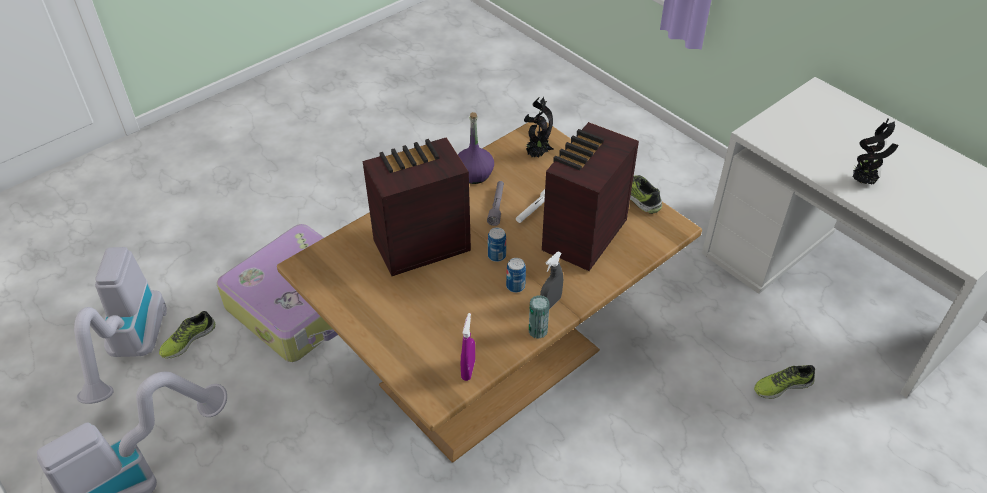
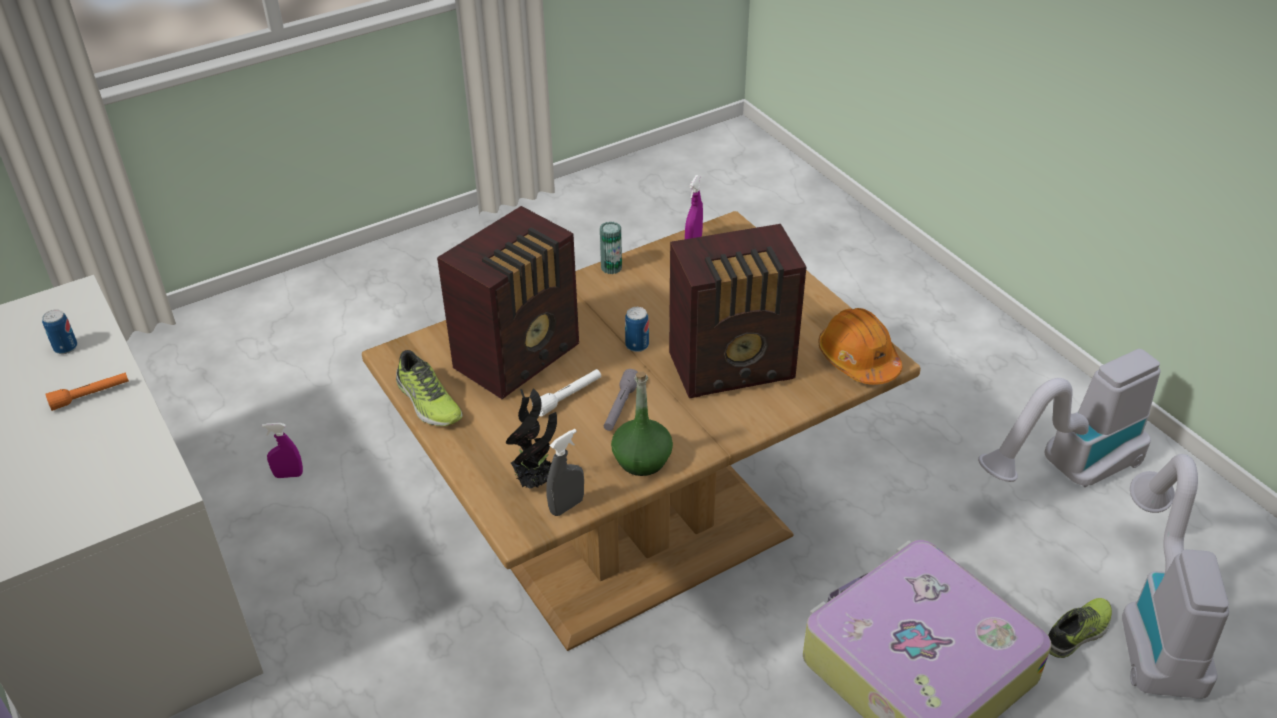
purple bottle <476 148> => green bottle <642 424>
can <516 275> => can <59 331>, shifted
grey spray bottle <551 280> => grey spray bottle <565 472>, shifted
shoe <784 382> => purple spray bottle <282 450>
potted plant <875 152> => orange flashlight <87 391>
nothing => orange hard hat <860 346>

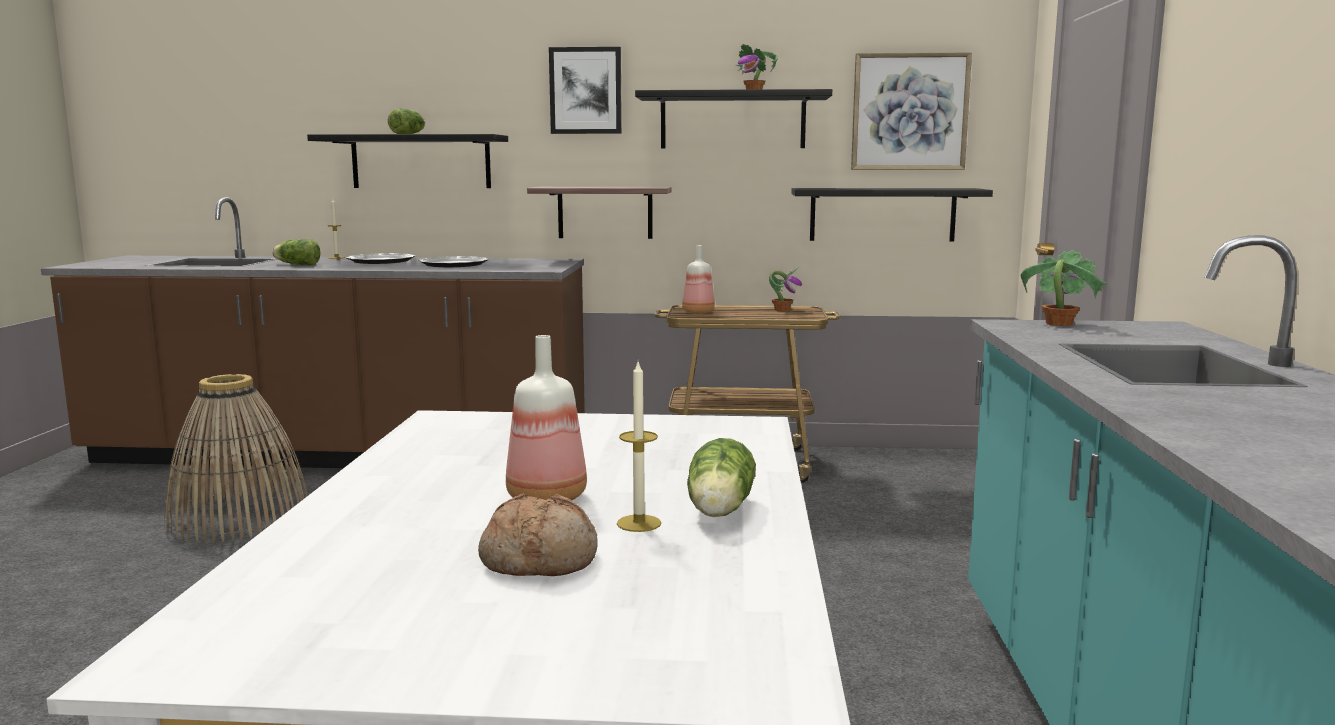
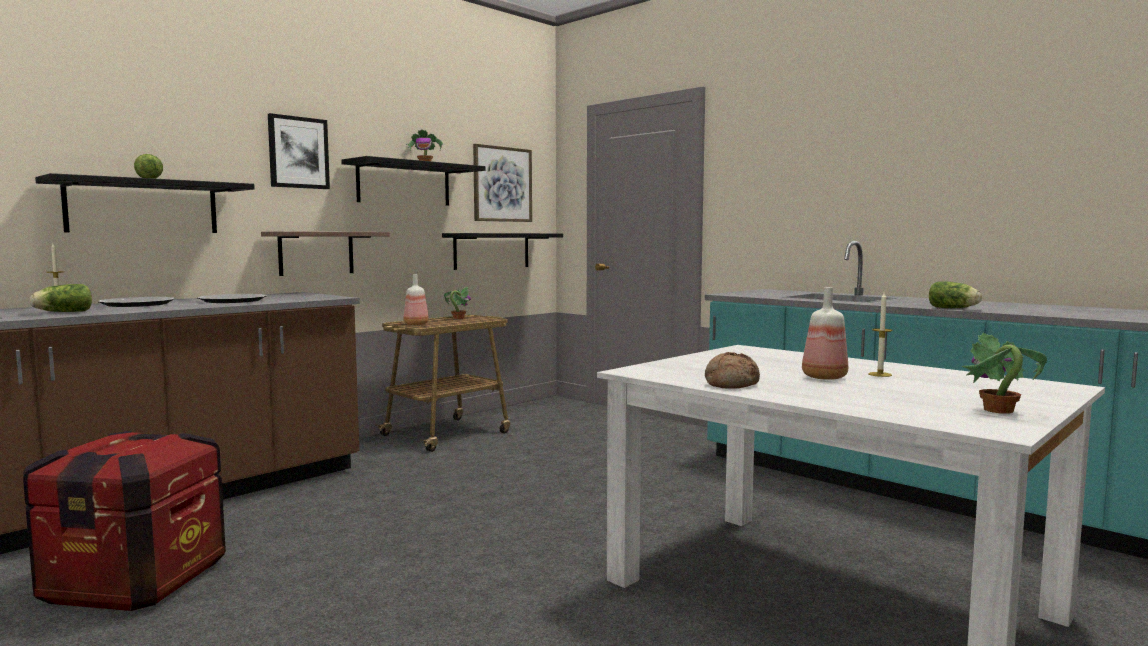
basket <236 458> => crate <124 521>
bread <538 534> => bread <732 370>, shifted
lettuce <721 477> => lettuce <955 294>, shifted
potted plant <1064 288> => potted plant <1004 373>, shifted

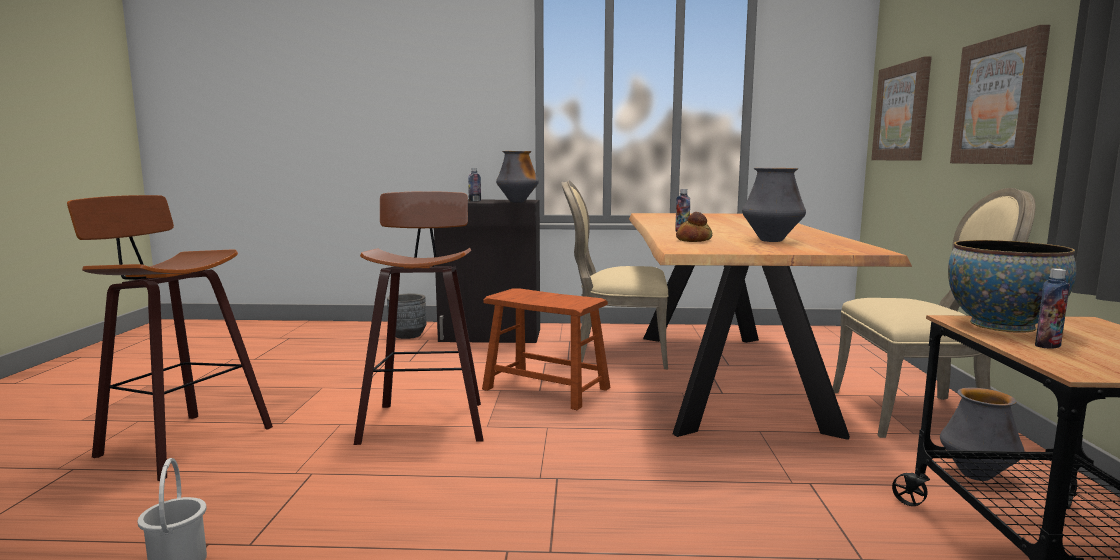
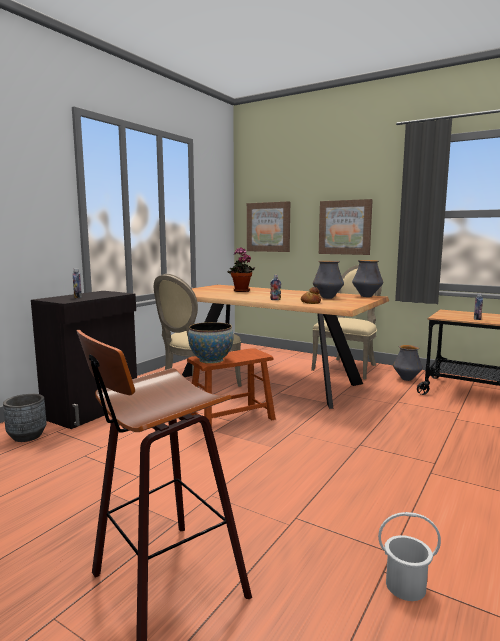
stool <419 318> => nothing
vase <517 177> => vase <367 278>, shifted
bowl <1012 286> => bowl <211 343>, shifted
nothing => potted plant <241 270>

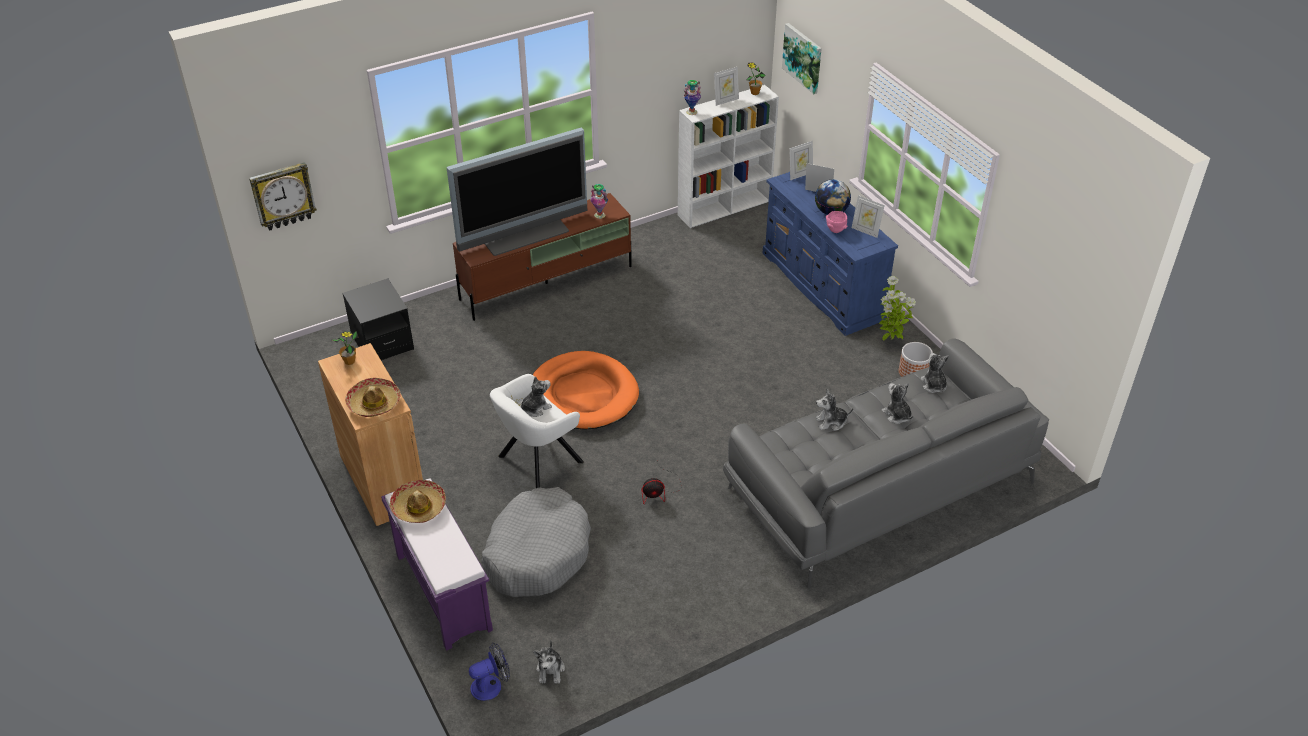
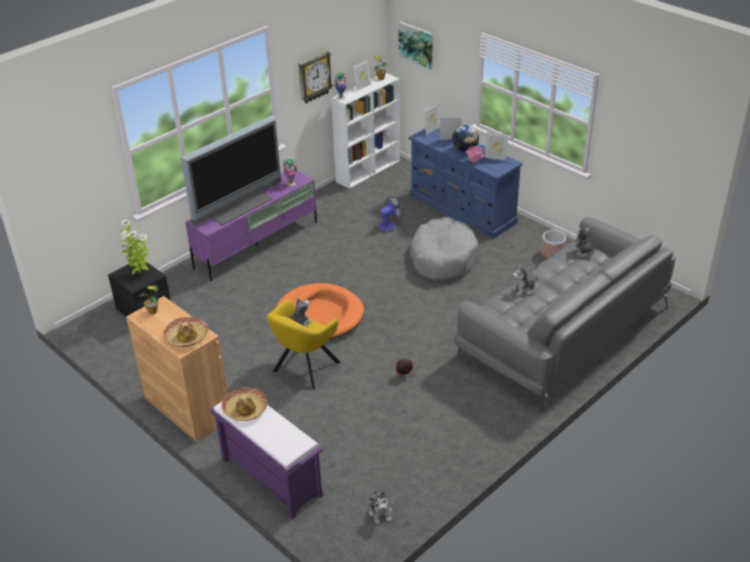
wall clock <283 196> => wall clock <316 77>, shifted
brown tv stand <542 257> => purple tv stand <251 226>
fan <489 671> => fan <390 214>, shifted
grey dog bed <536 542> => grey dog bed <444 249>, shifted
white armchair <537 431> => yellow armchair <303 345>
potted plant <897 308> => potted plant <134 247>, shifted
plush toy <897 403> => nothing

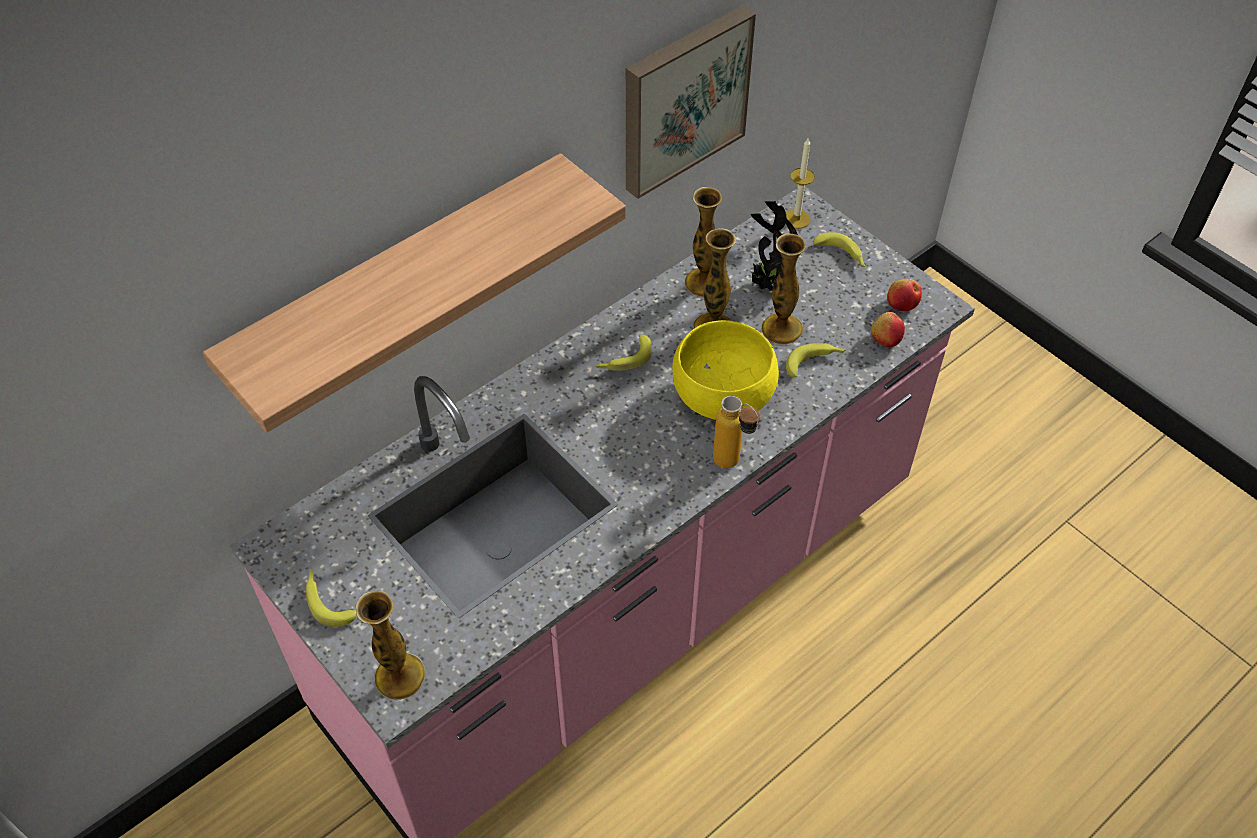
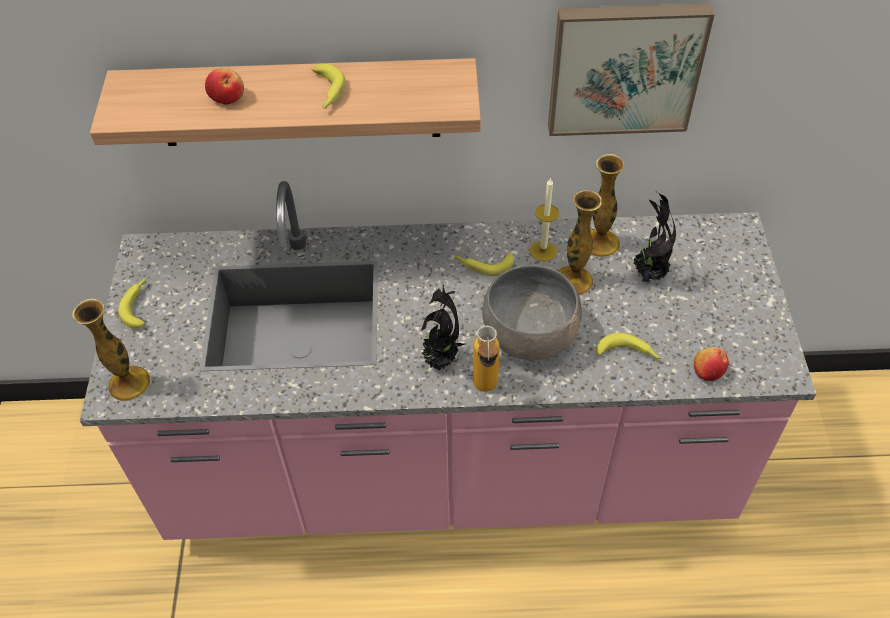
yellow bowl <725 370> => grey bowl <532 313>
vase <783 289> => nothing
candle <800 183> => candle <544 219>, shifted
banana <839 249> => banana <328 86>, shifted
apple <904 295> => apple <224 86>, shifted
nothing => potted plant <443 327>

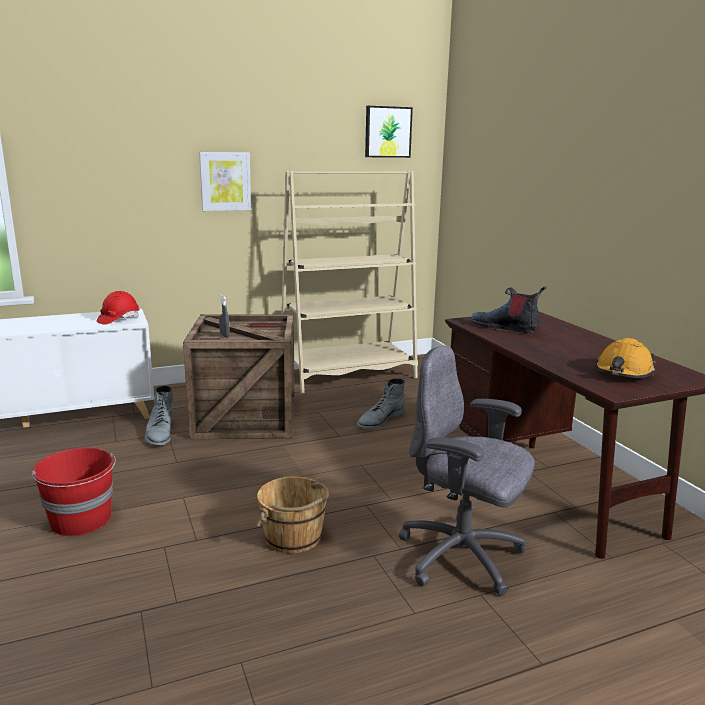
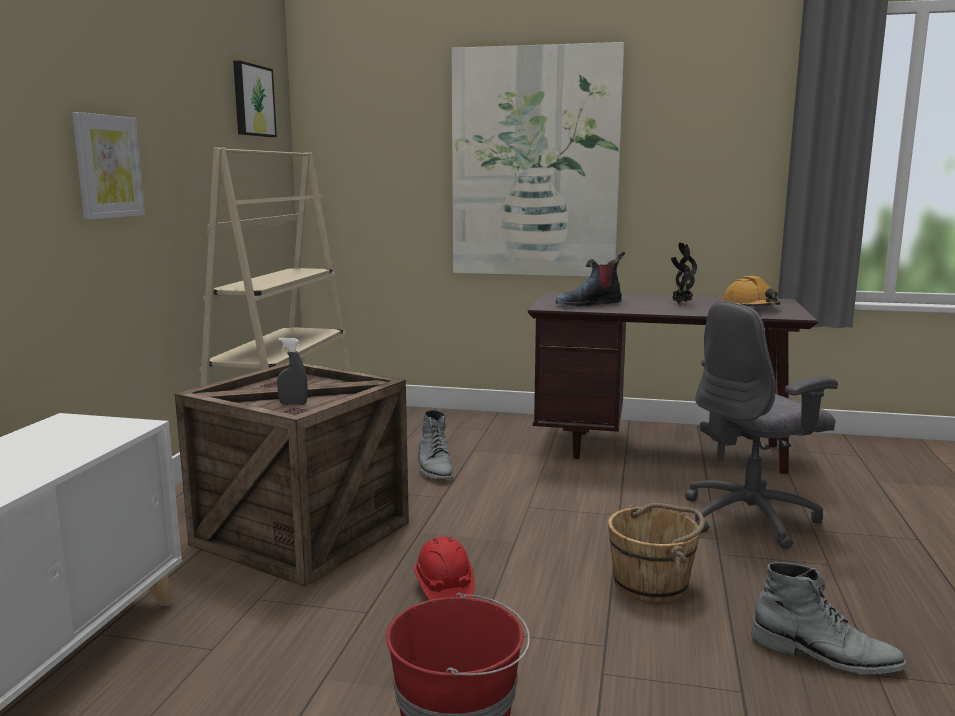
red hard hat <118 308> => red hard hat <444 568>, shifted
grey boot <159 415> => grey boot <829 618>, shifted
nothing => picture <538 159>
nothing => potted plant <684 273>

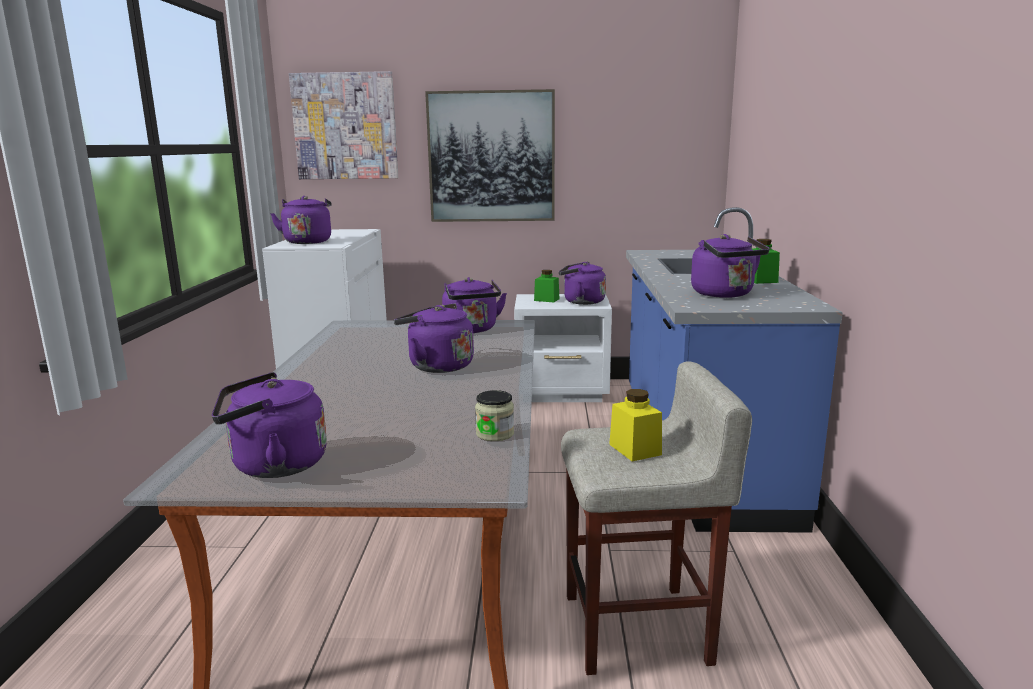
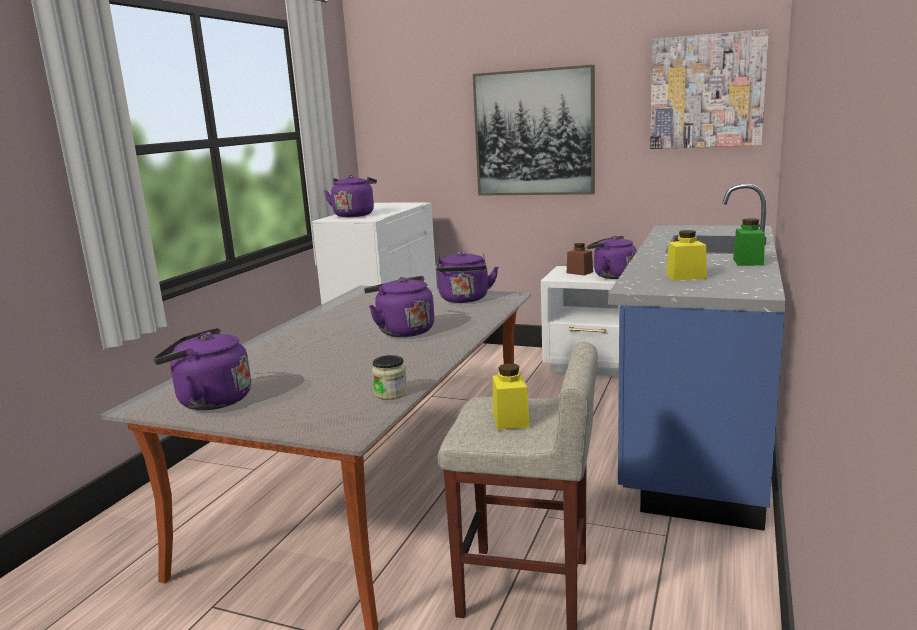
picture <343 125> => picture <709 89>, shifted
green jar <547 286> => brown jar <580 259>
purple kettle <730 266> => yellow jar <686 255>

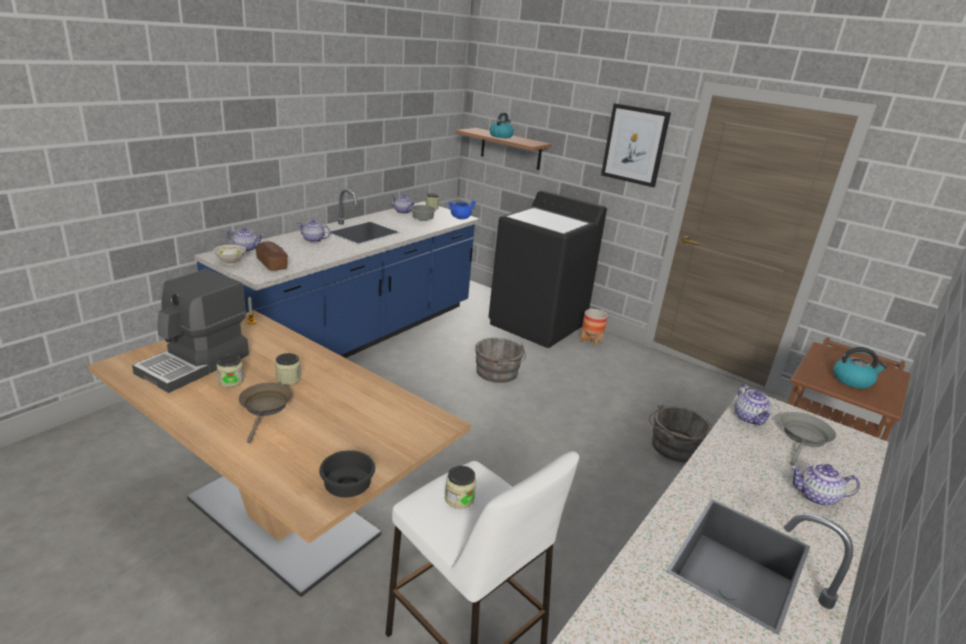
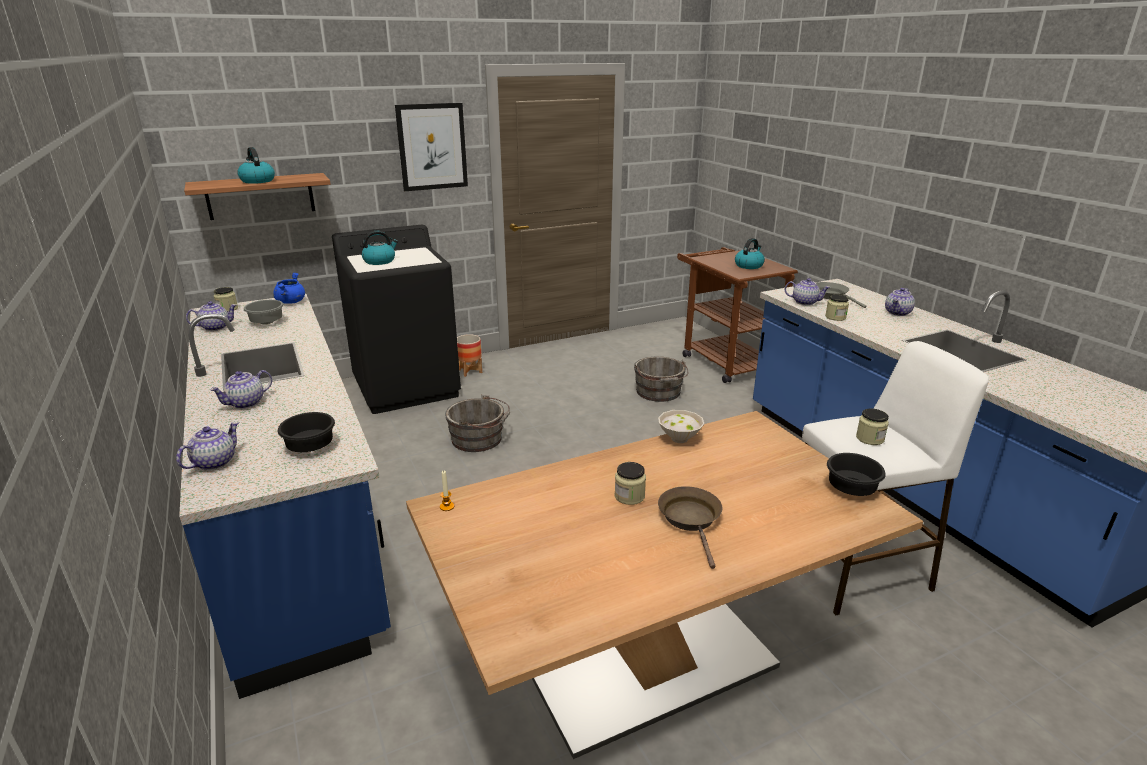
coffee machine <190 331> => nothing
white bowl <229 254> => white bowl <681 426>, shifted
jar <230 370> => jar <837 307>, shifted
brown frying pan <265 413> => brown frying pan <690 527>, 60 degrees clockwise
bread <271 256> => black bowl <306 432>
nothing => kettle <380 248>

